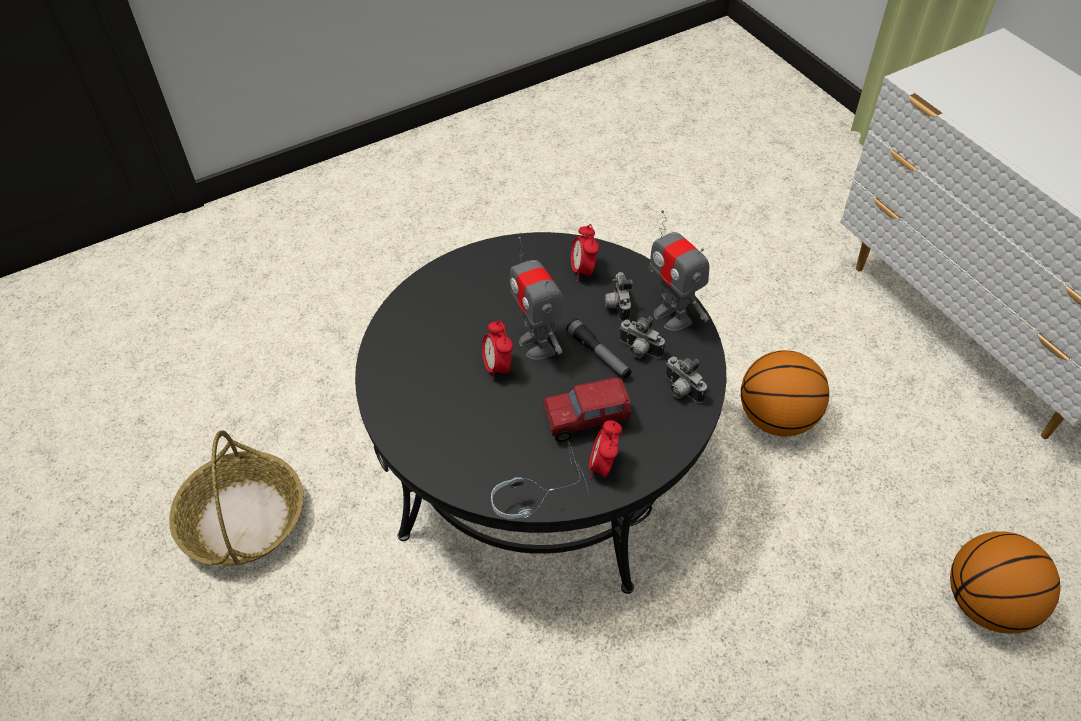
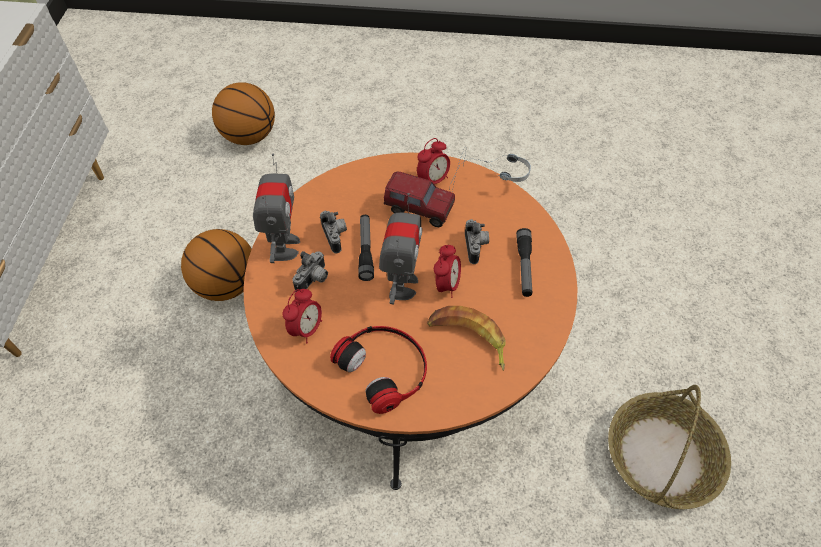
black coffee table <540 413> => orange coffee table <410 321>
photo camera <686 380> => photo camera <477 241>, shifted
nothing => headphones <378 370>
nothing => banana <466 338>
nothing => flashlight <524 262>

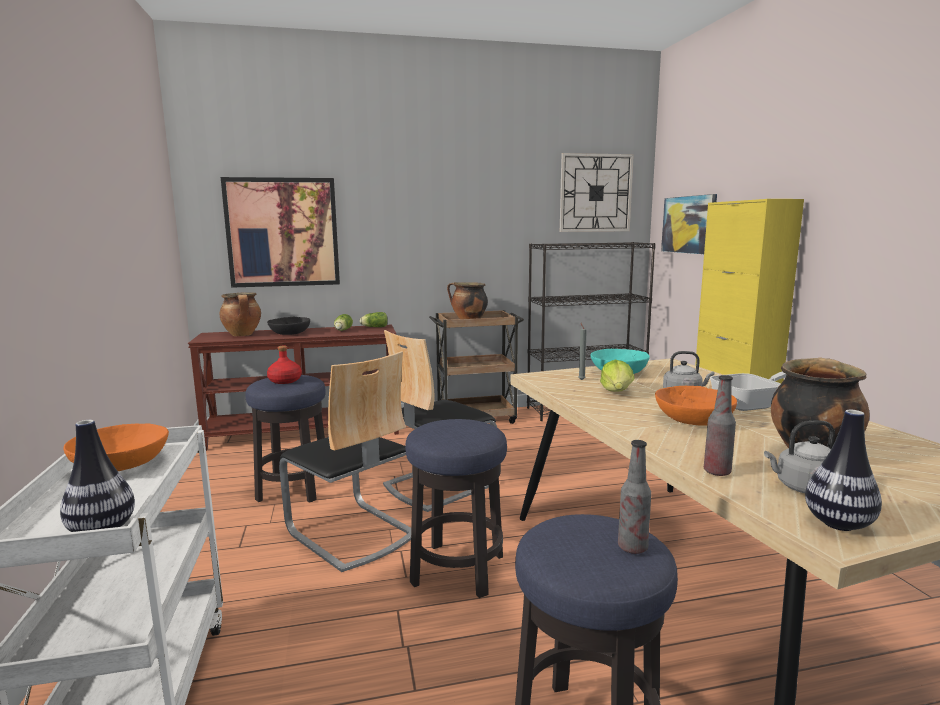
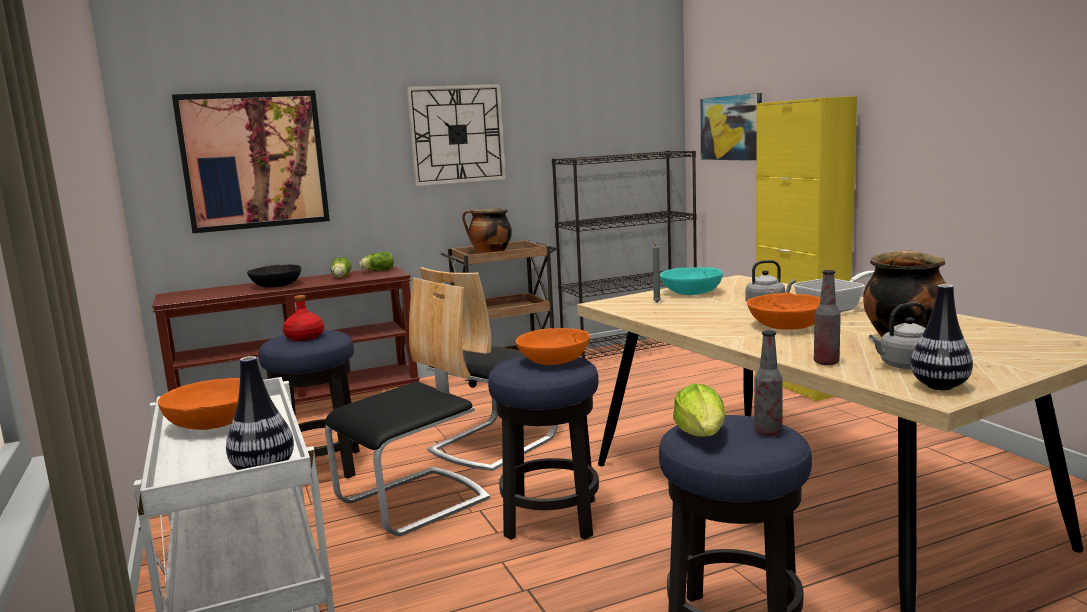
cooking pot <240 314> => nothing
chair <345 461> => chair <407 407>, 75 degrees counterclockwise
wall clock <597 192> => wall clock <456 135>, shifted
lettuce <617 376> => lettuce <699 410>, shifted
nothing => orange bowl <553 346>

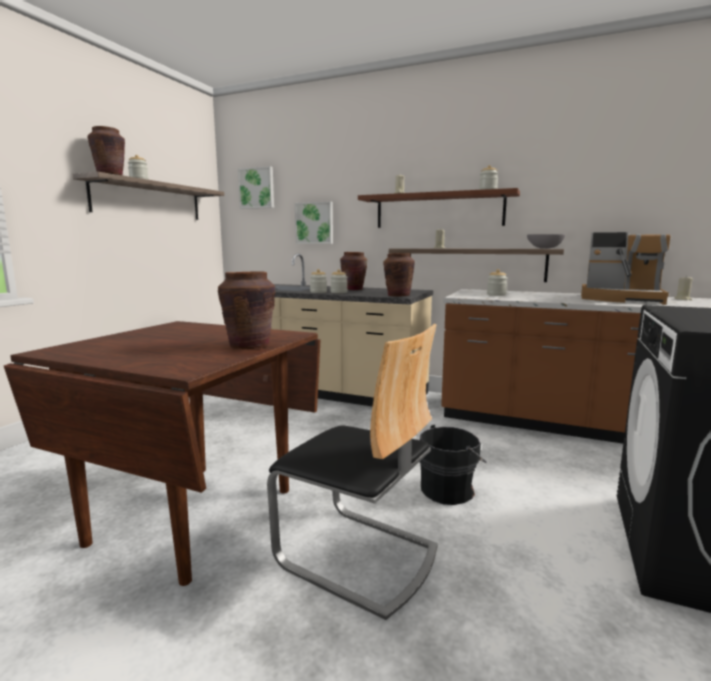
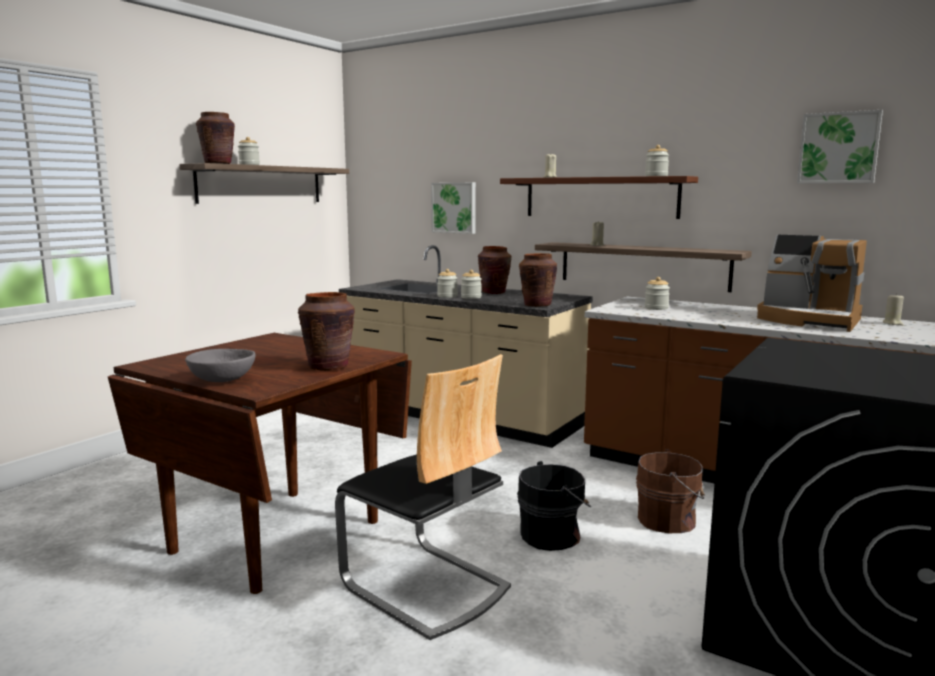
picture <256 187> => picture <840 147>, shifted
grey bowl <546 241> => grey bowl <220 365>, shifted
nothing => brown bucket <670 491>

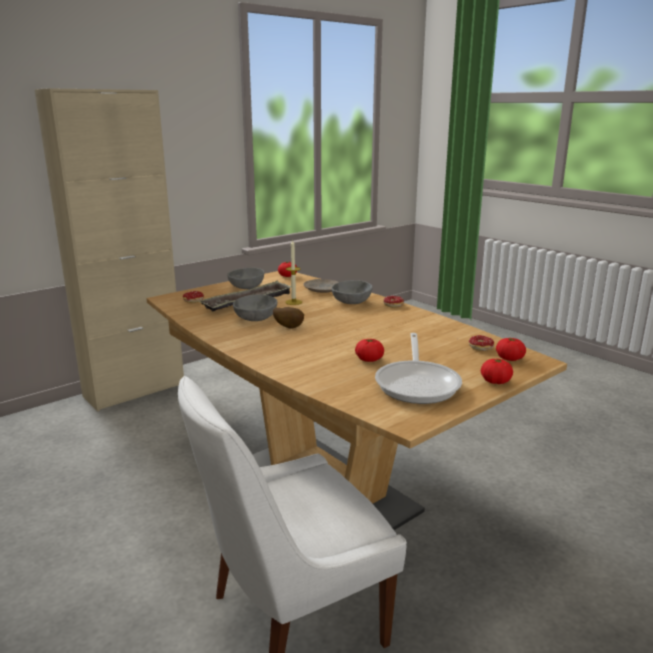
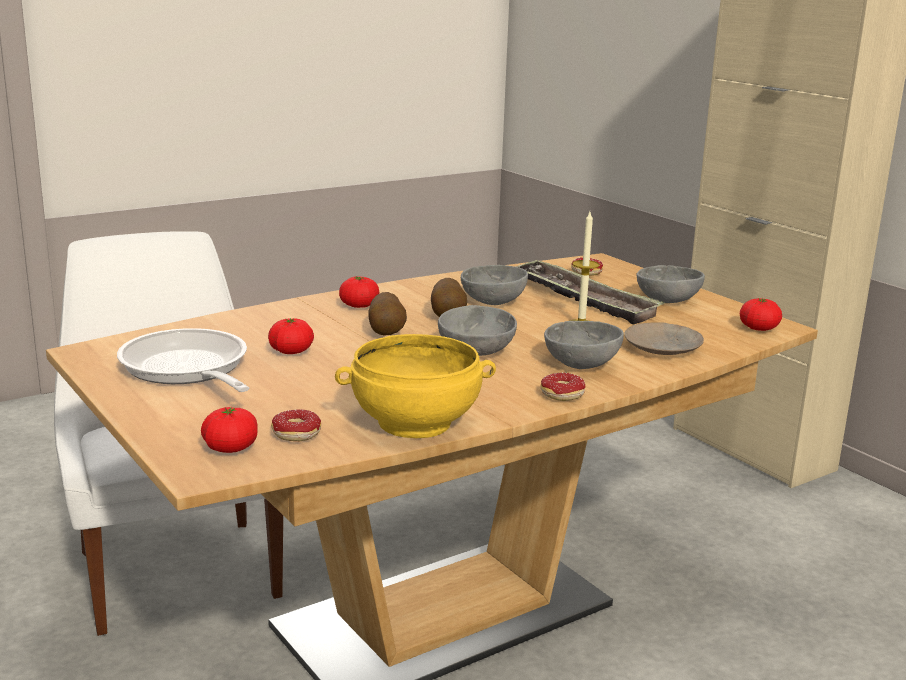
frying pan <418 368> => frying pan <183 360>, 45 degrees clockwise
tomato <497 371> => tomato <359 292>, shifted
nothing => yellow bowl <415 386>
nothing => potato <387 314>
nothing => grey bowl <477 330>

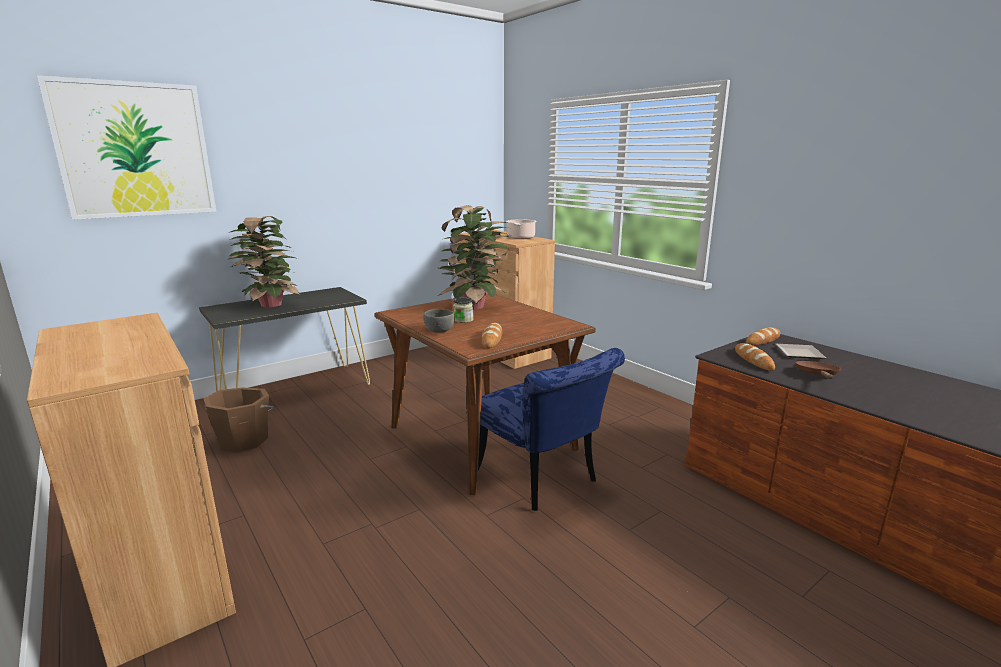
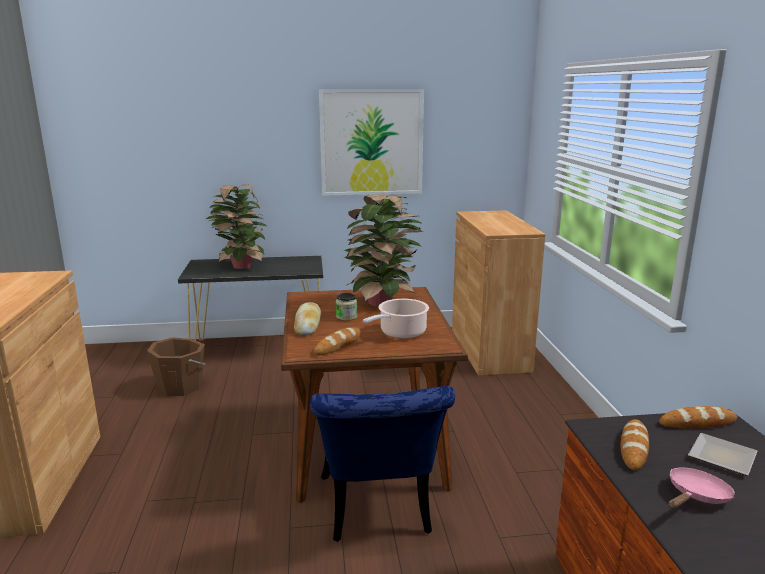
picture <126 147> => picture <371 142>, shifted
grey bowl <439 321> => bread <307 319>
cooking pot <521 229> => cooking pot <396 319>, shifted
brown frying pan <818 370> => pink frying pan <701 488>

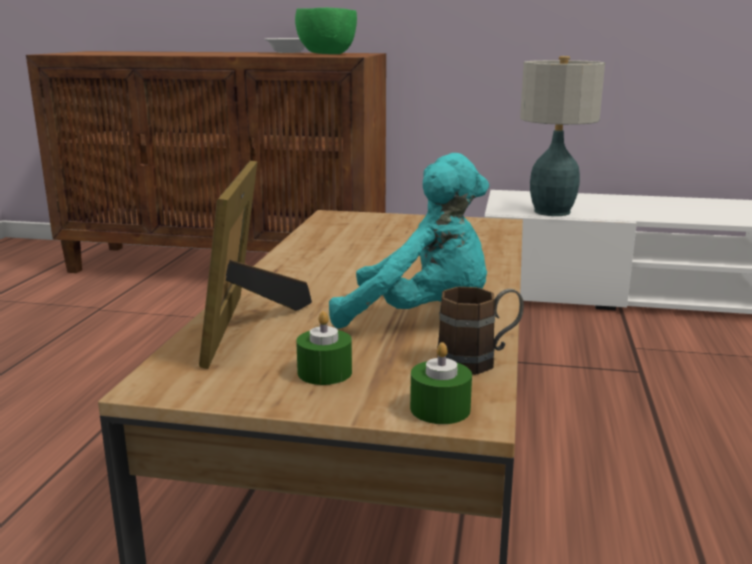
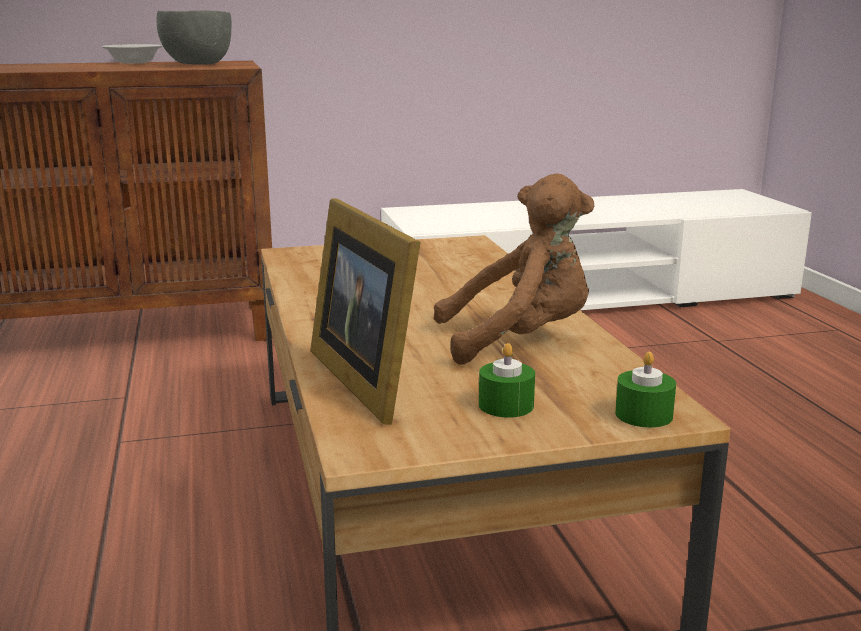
green bowl <326 31> => grey bowl <194 37>
turquoise plush toy <409 241> => brown plush toy <514 269>
brown mug <480 331> => nothing
table lamp <562 136> => nothing

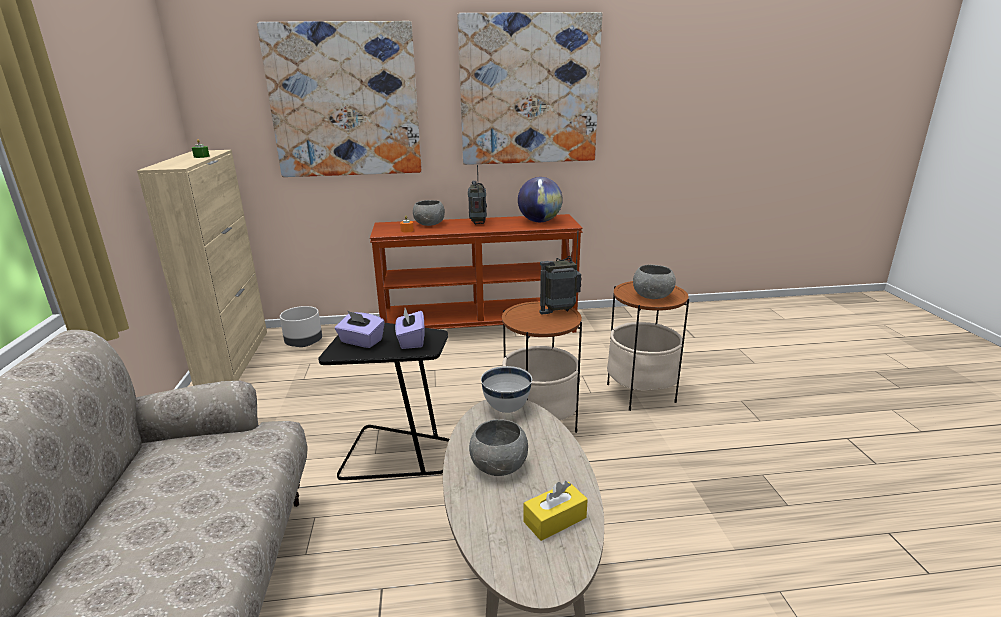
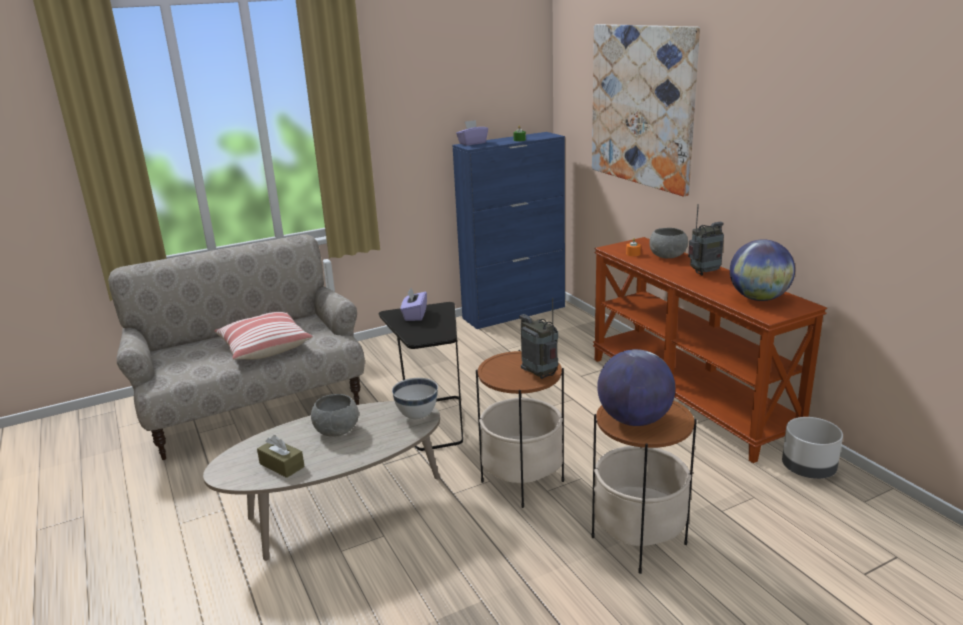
beige cabinet <202 268> => blue cabinet <508 230>
grey planter <301 326> => grey planter <812 448>, shifted
purple tissue box <409 328> => purple tissue box <472 133>, shifted
picture <529 88> => nothing
yellow tissue box <556 511> => brown tissue box <281 456>
grey bowl <654 282> => globe <636 387>
nothing => pillow <263 336>

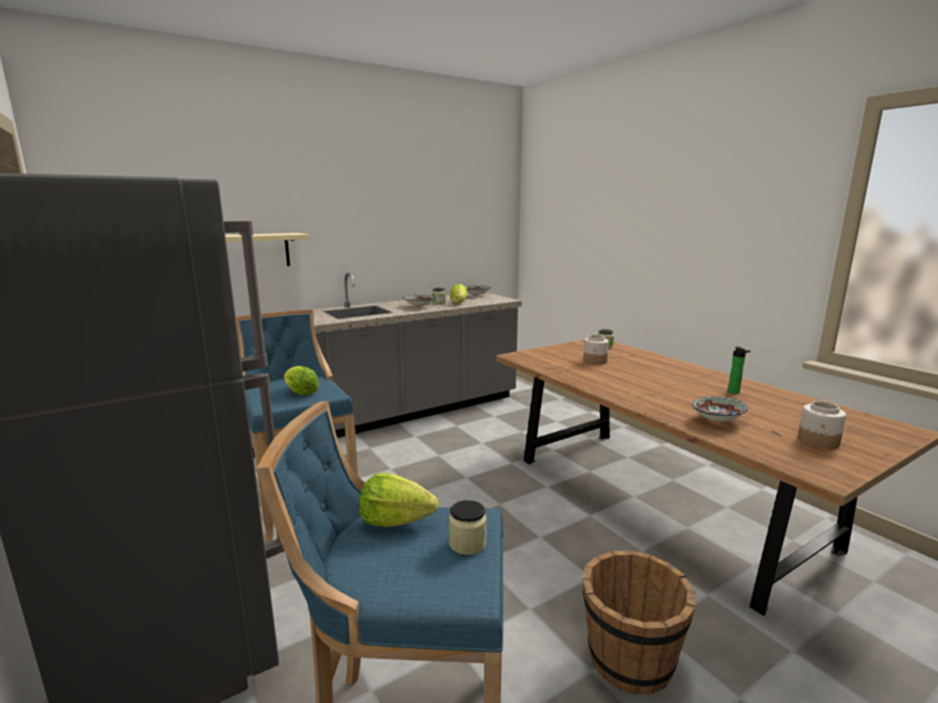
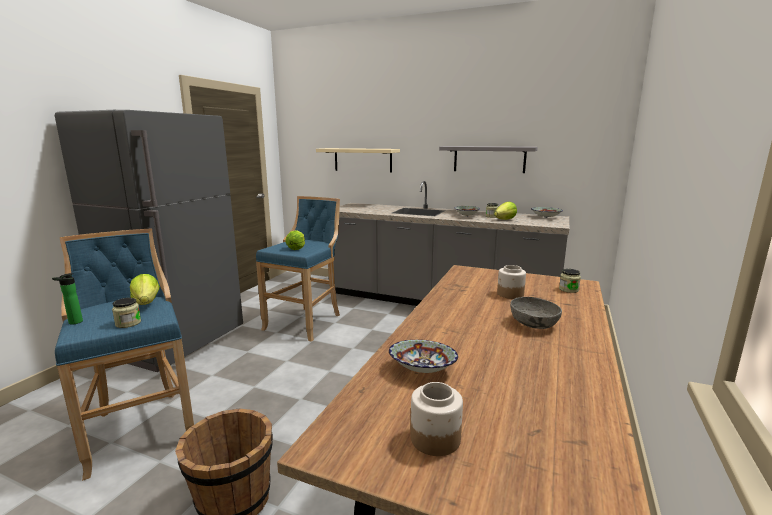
bottle <739 370> => bottle <67 299>, shifted
nothing => grey shelf <488 159>
nothing => grey bowl <536 313>

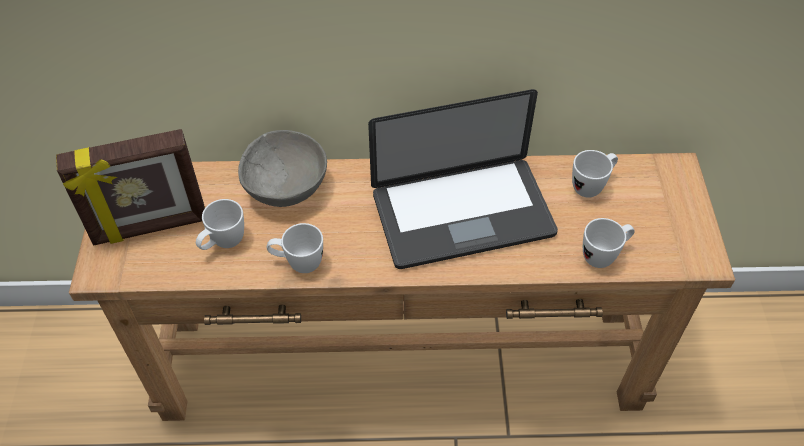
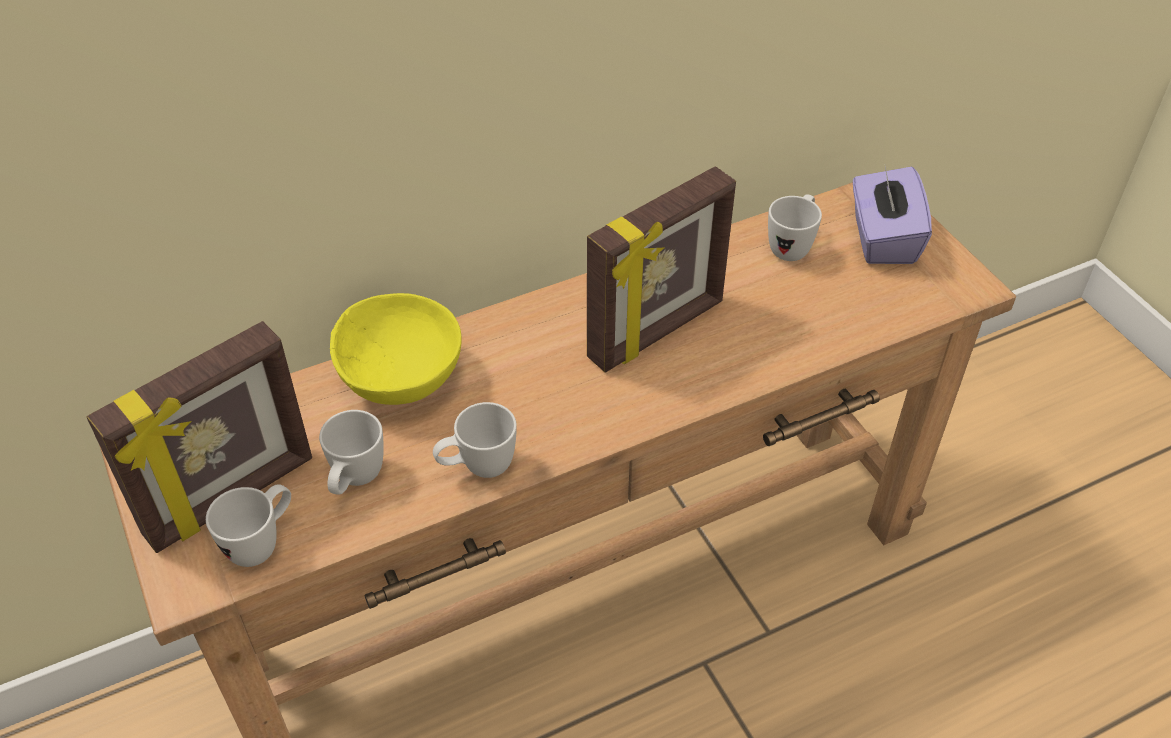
grey bowl <282 168> => yellow bowl <396 349>
laptop <463 179> => picture frame <661 269>
white mug <609 243> => white mug <248 525>, shifted
nothing => purple tissue box <892 215>

